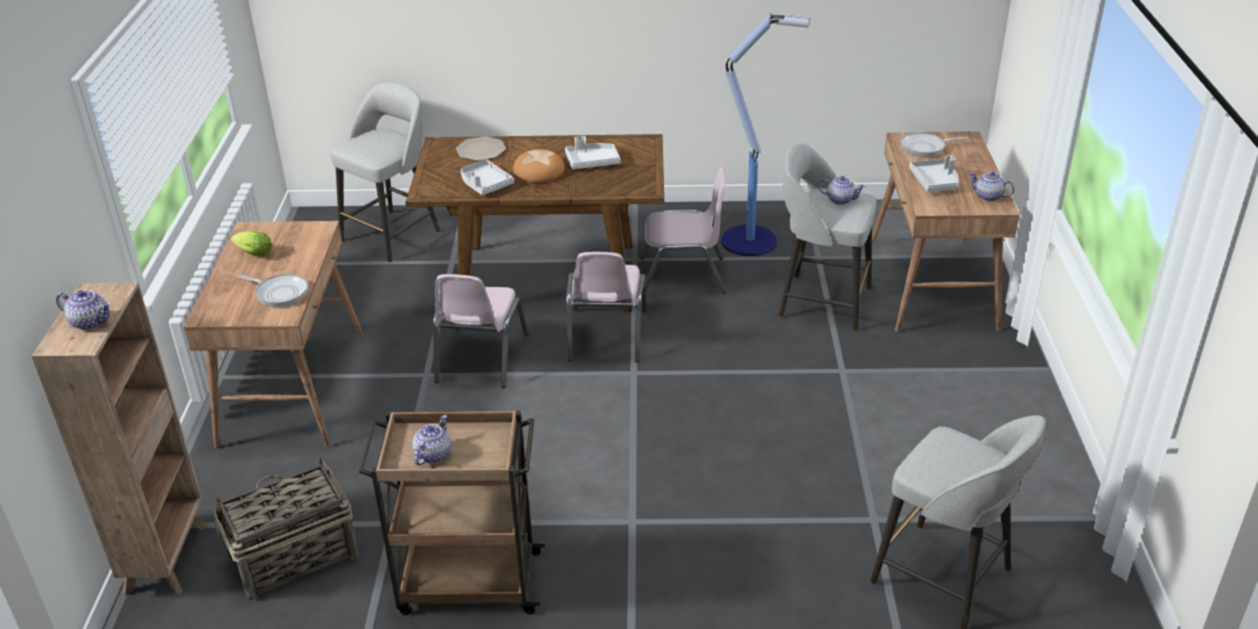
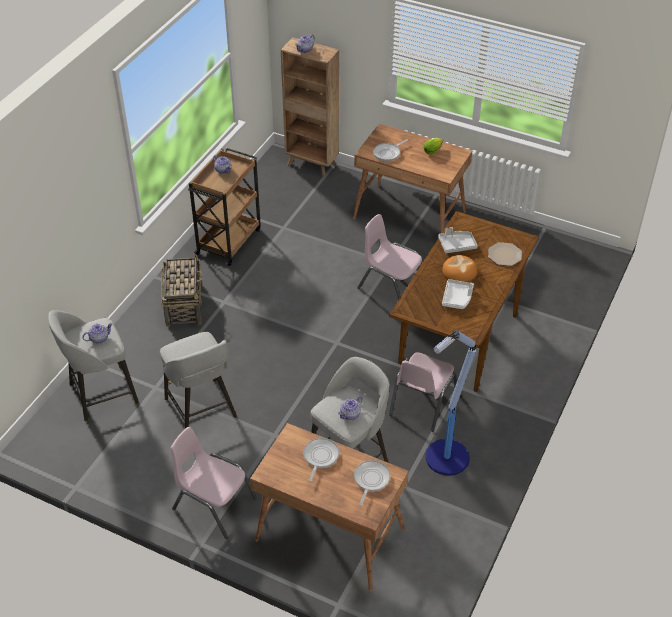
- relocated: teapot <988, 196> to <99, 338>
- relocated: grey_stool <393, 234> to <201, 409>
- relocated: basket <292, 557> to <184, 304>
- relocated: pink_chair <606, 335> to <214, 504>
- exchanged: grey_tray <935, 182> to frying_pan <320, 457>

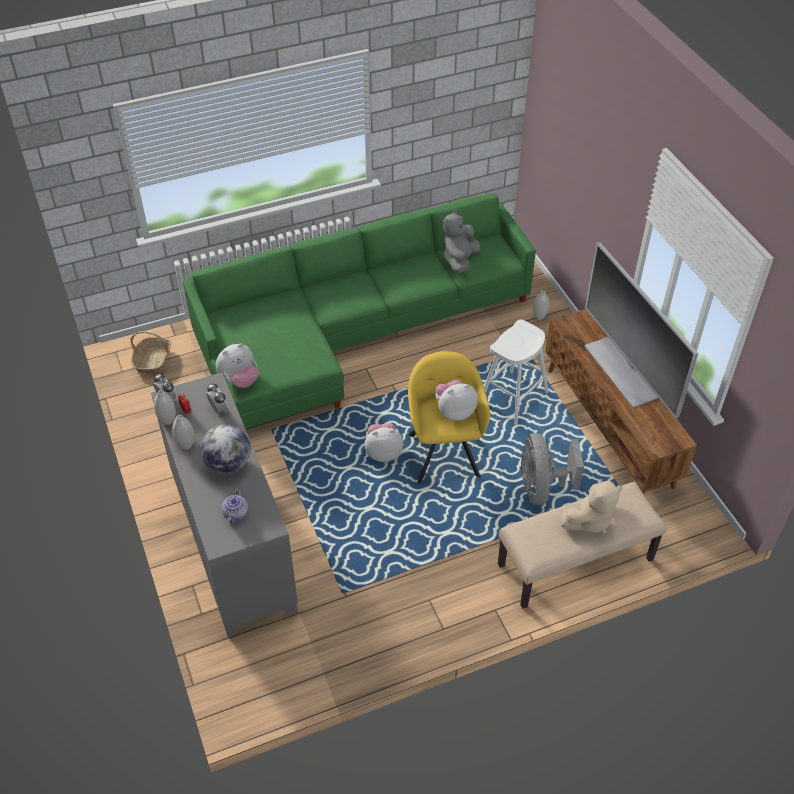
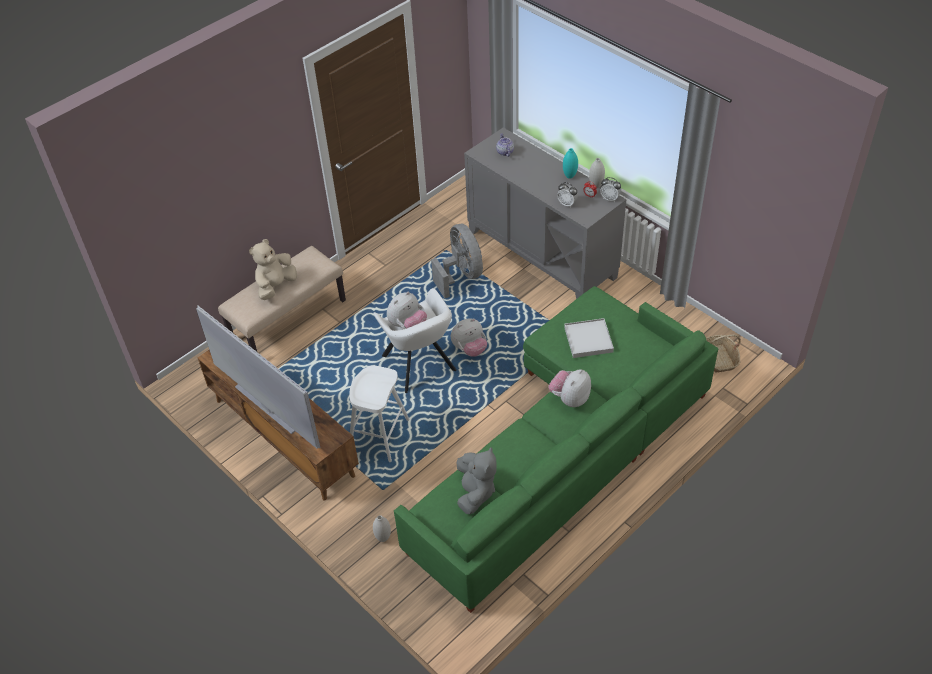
- colour: yellow_armchair <444, 451> to white_armchair <420, 366>
- relocated: grey_fan <542, 487> to <461, 275>
- relocated: plush_toy <240, 380> to <570, 398>
- colour: white_vase <186, 446> to turquoise_vase <569, 176>
- appeared: white_tray <588, 340>
- missing: globe <228, 464>

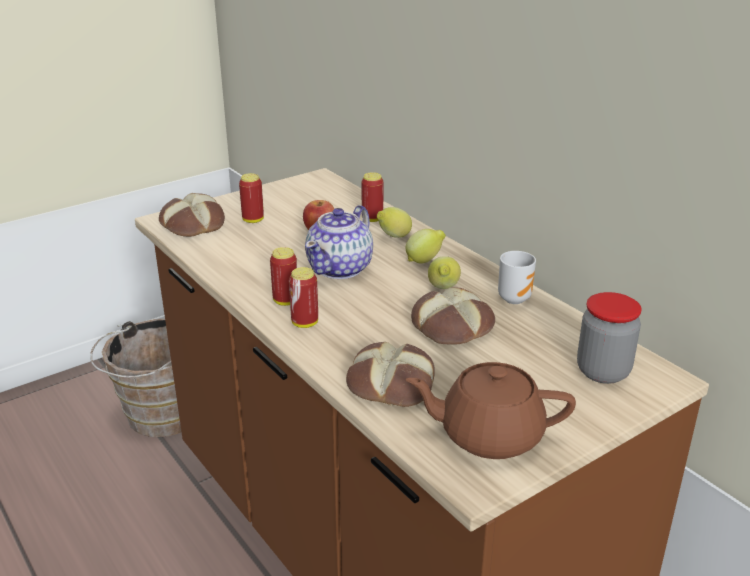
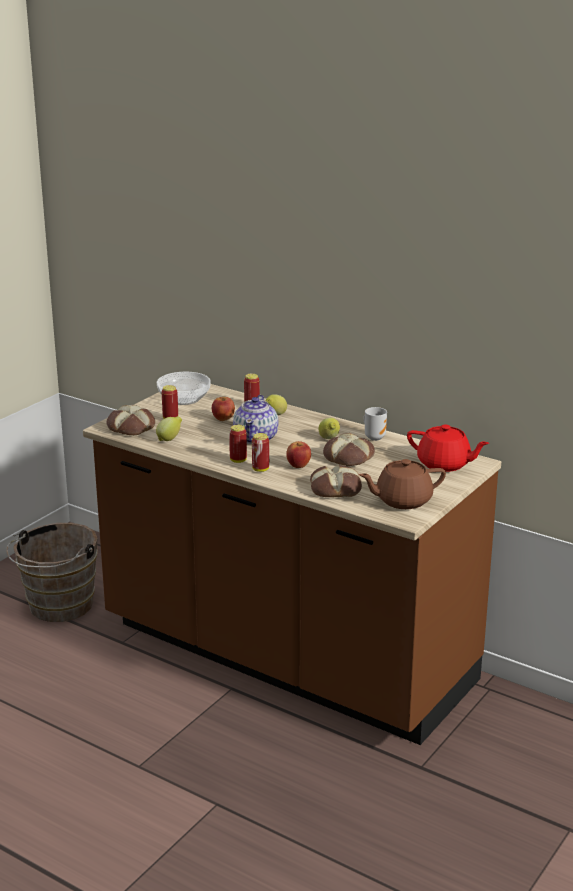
- relocated: lemon <424, 261> to <169, 439>
- appeared: bowl <183, 399>
- appeared: apple <298, 465>
- exchanged: jar <603, 371> to red_teapot <444, 464>

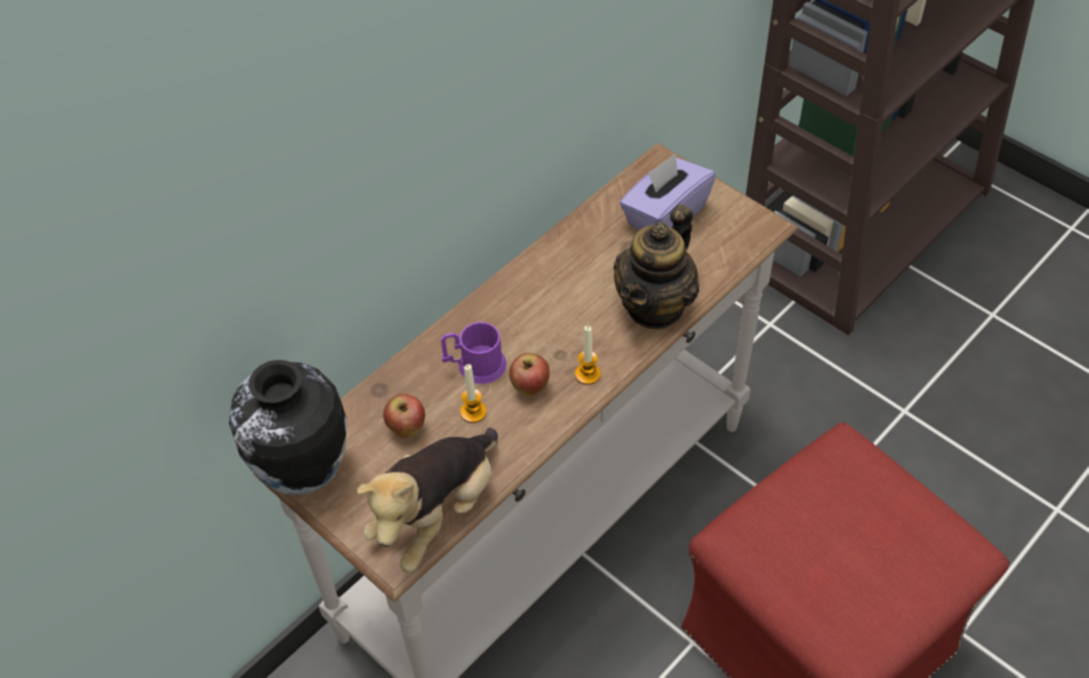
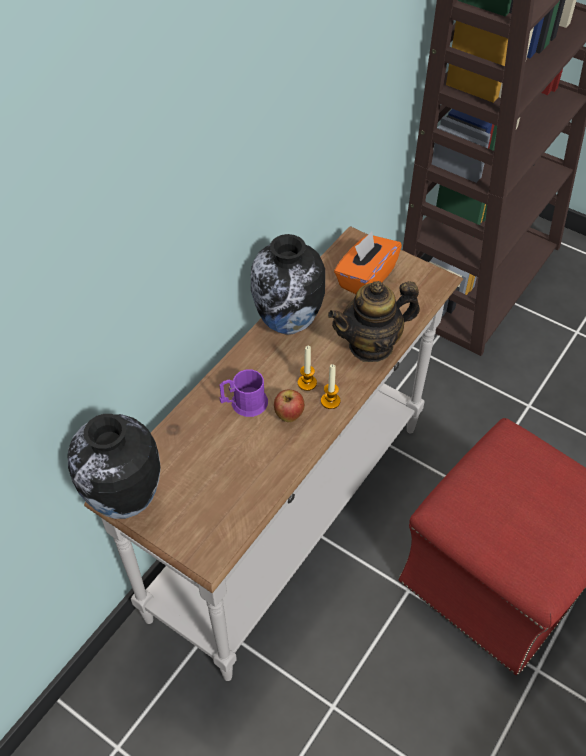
- appeared: vase <288, 324>
- relocated: candle <473, 412> to <307, 383>
- spun: teapot <655, 306> = <371, 345> 45 degrees clockwise
- colour: purple_tissue_box <665, 215> to orange_tissue_box <365, 278>
- missing: plush_toy <437, 513>
- missing: apple <407, 429>

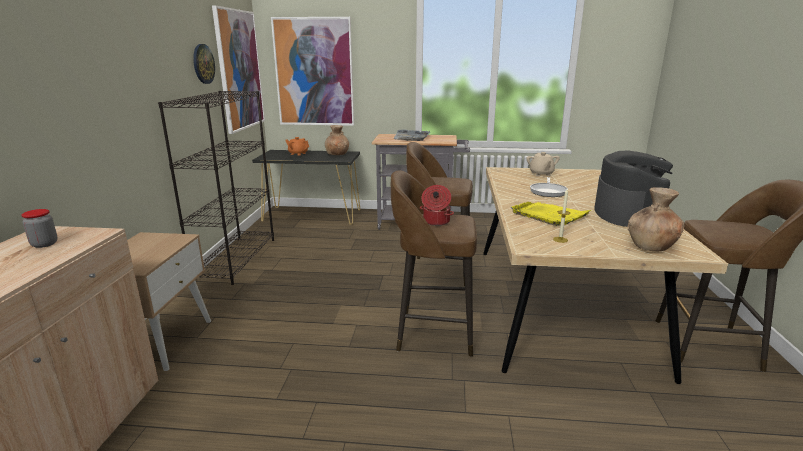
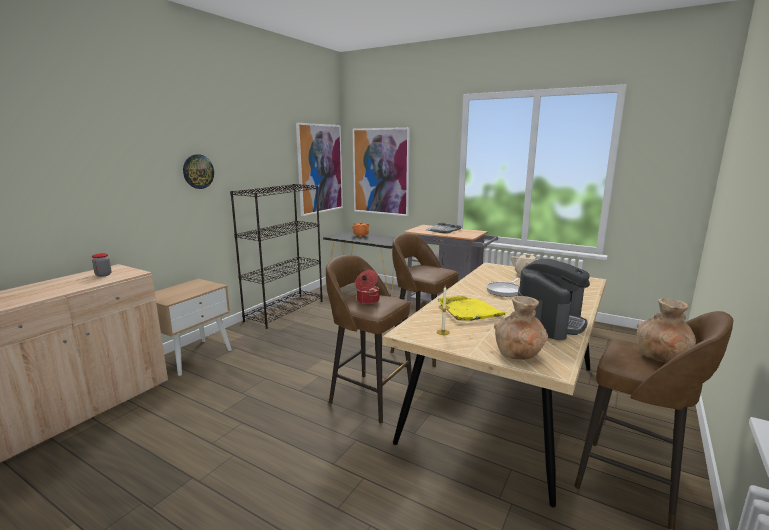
- relocated: wall_clock <203, 64> to <198, 171>
- relocated: brown_vase <337, 154> to <661, 357>

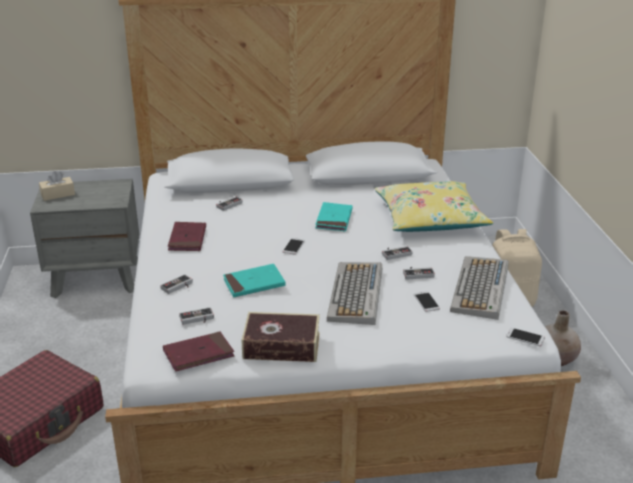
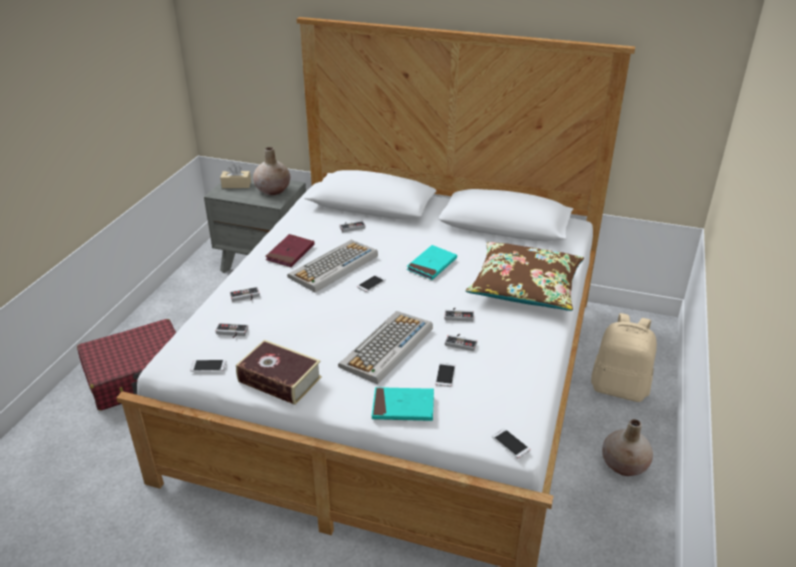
- exchanged: red_book <198, 354> to phone <208, 366>
- appeared: beige_vase <273, 190>
- relocated: keyboard <481, 289> to <333, 267>
- relocated: turquoise_book <254, 283> to <403, 407>
- colour: yellow_pillow <430, 219> to brown_pillow <525, 287>

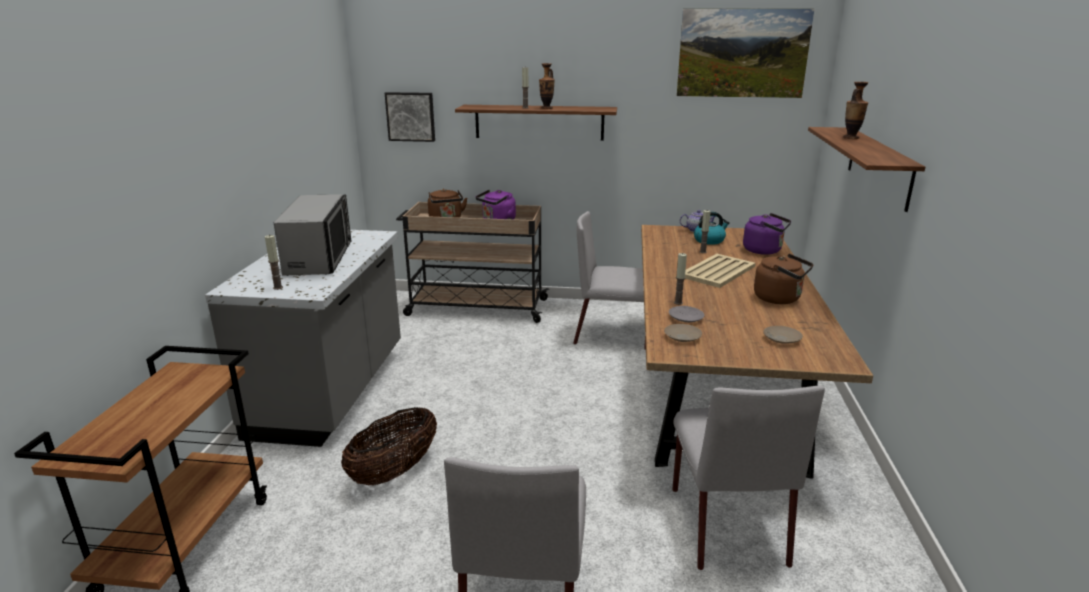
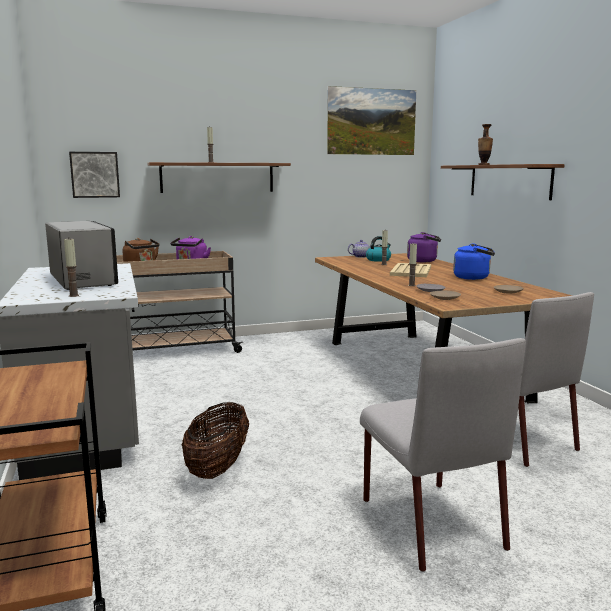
- colour: brown_kettle <780, 299> to blue_kettle <473, 277>
- missing: vase <546, 108>
- missing: grey_chair <614, 335>

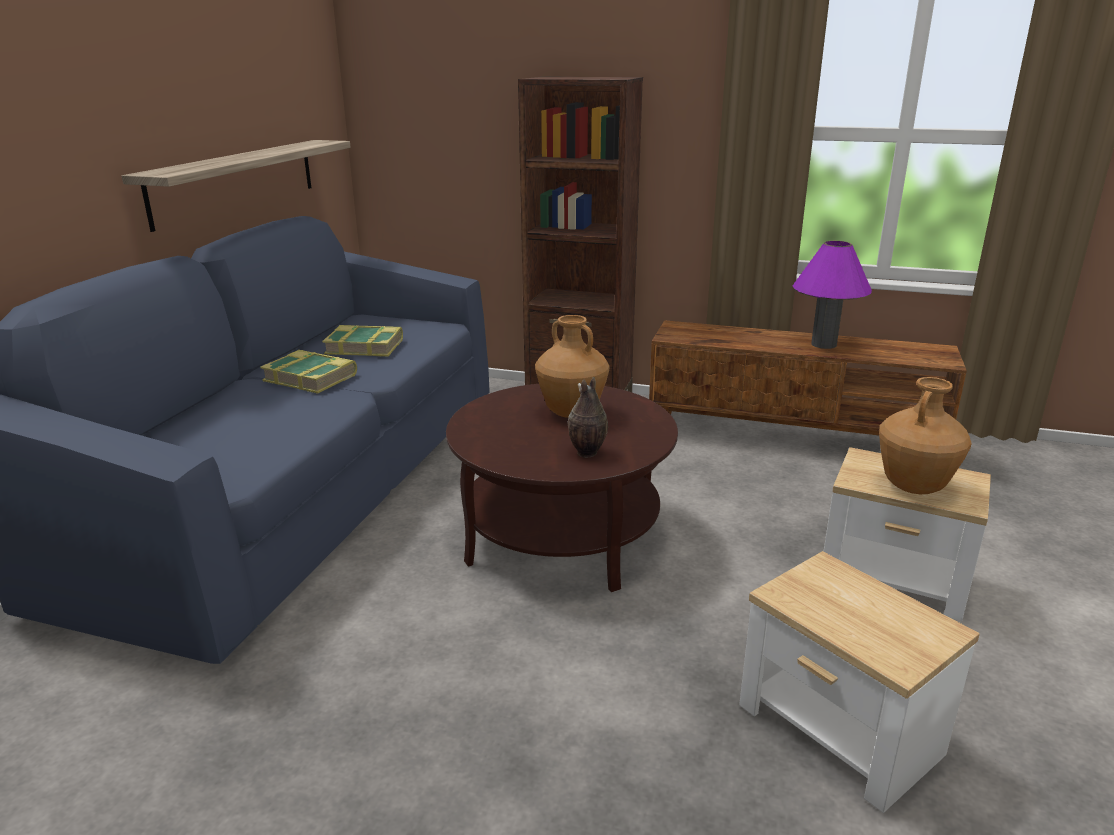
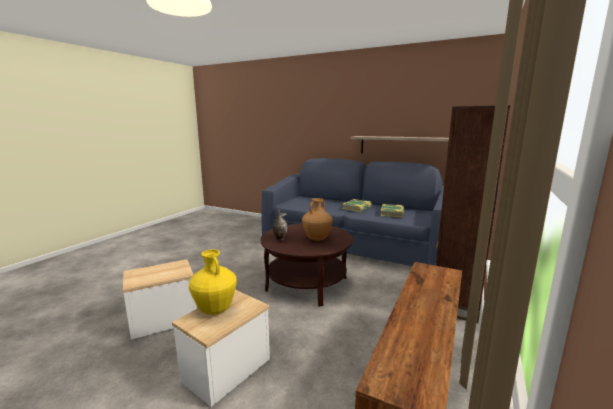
- colour: brown_vase <914, 487> to yellow_vase <215, 310>
- missing: purple_table_lamp <824, 344>

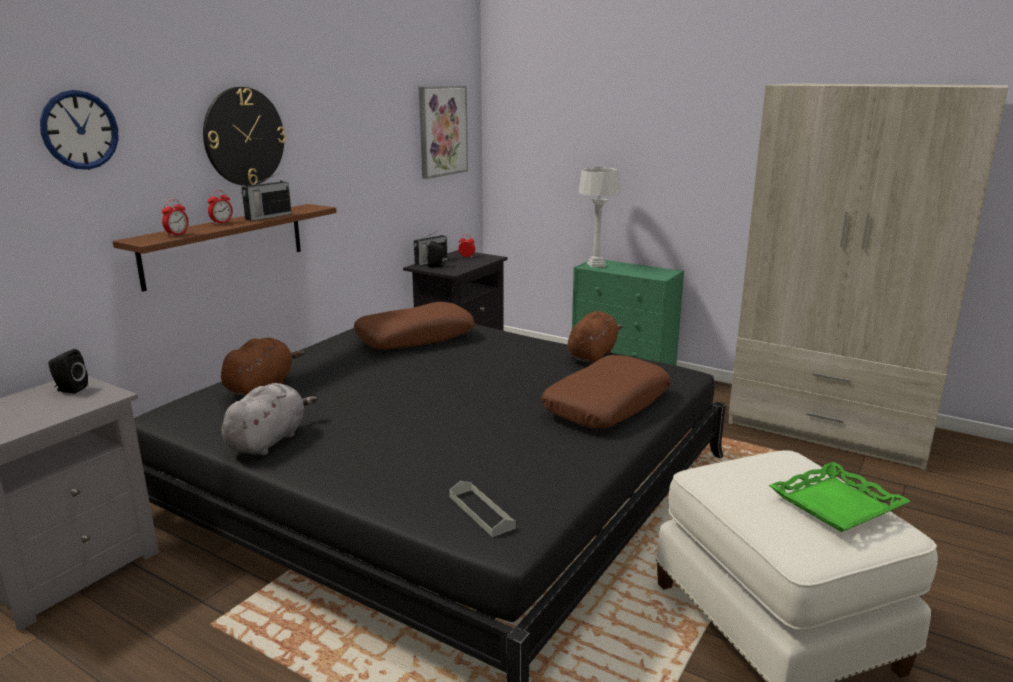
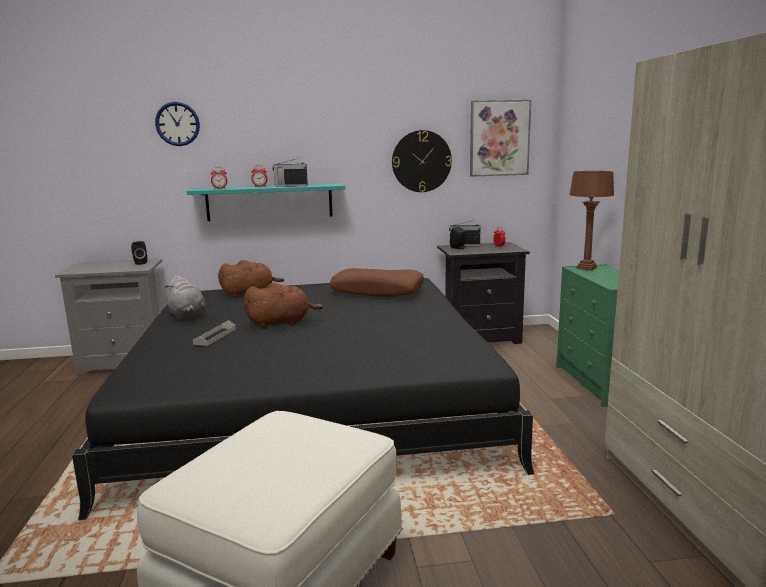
- spun: grey_plush_toy <268, 440> = <187, 315> 75 degrees clockwise
- colour: brown_shelf <225, 244> to turquoise_shelf <269, 202>
- relocated: grey_tray <481, 512> to <215, 336>
- relocated: brown_plush_toy <593, 355> to <281, 323>
- relocated: wall_clock <244, 137> to <421, 161>
- colour: grey_table_lamp <596, 265> to brown_table_lamp <586, 268>
- missing: brown_pillow <606, 404>
- missing: green_tray <835, 503>

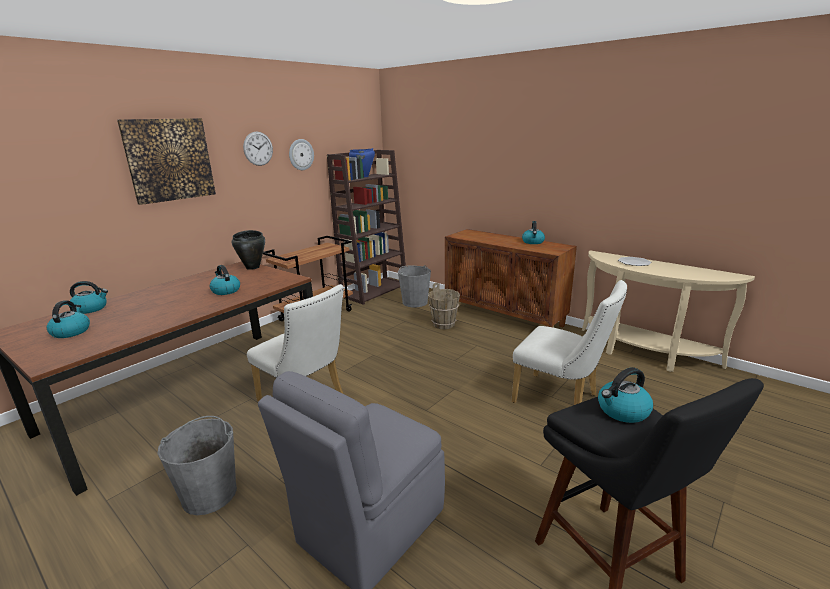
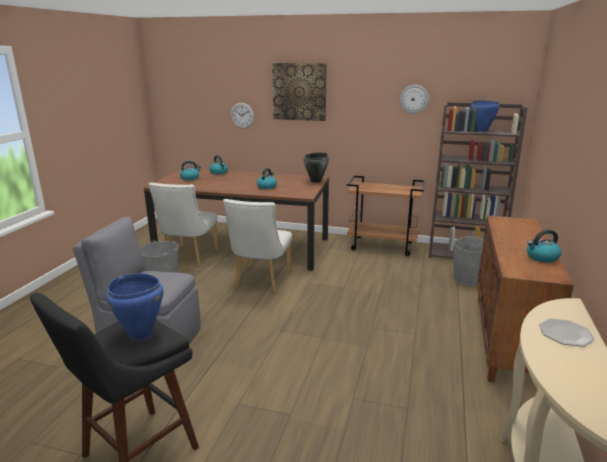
- exchanged: kettle <622, 411> to blue_cooking_pot <140, 334>
- relocated: white_chair <561, 400> to <189, 258>
- relocated: wall_clock <258, 148> to <242, 115>
- missing: brown_bucket <444, 324>

